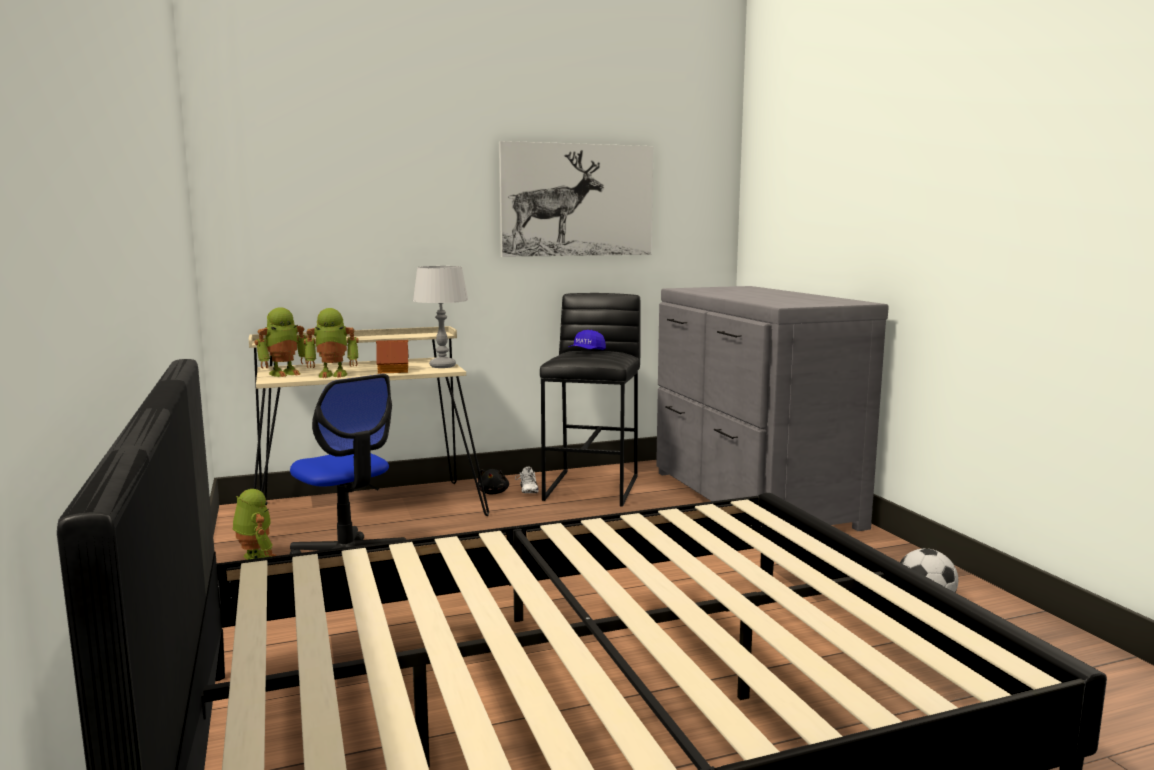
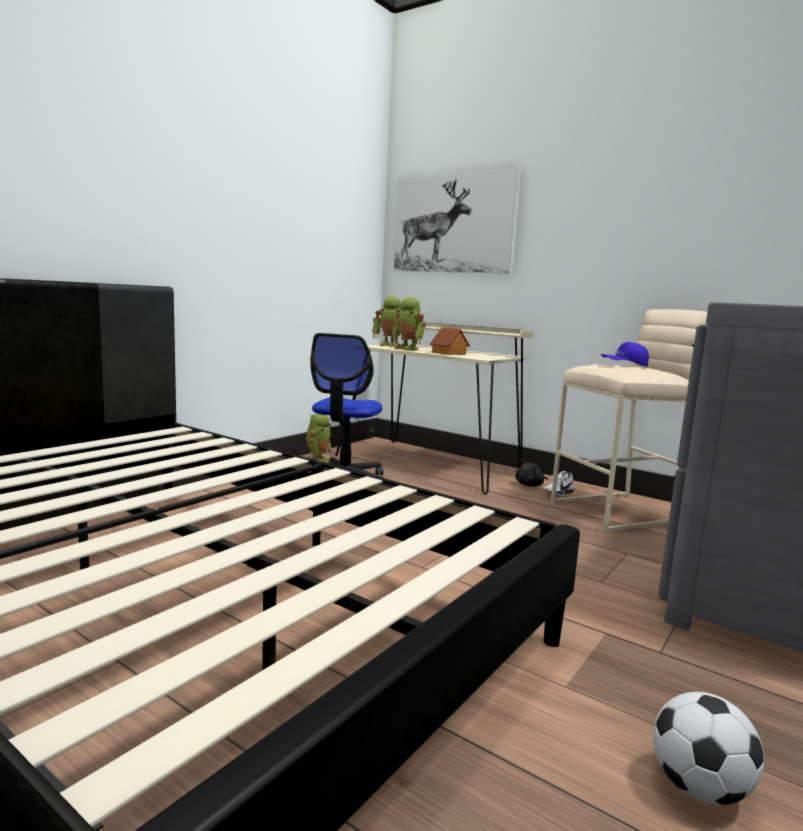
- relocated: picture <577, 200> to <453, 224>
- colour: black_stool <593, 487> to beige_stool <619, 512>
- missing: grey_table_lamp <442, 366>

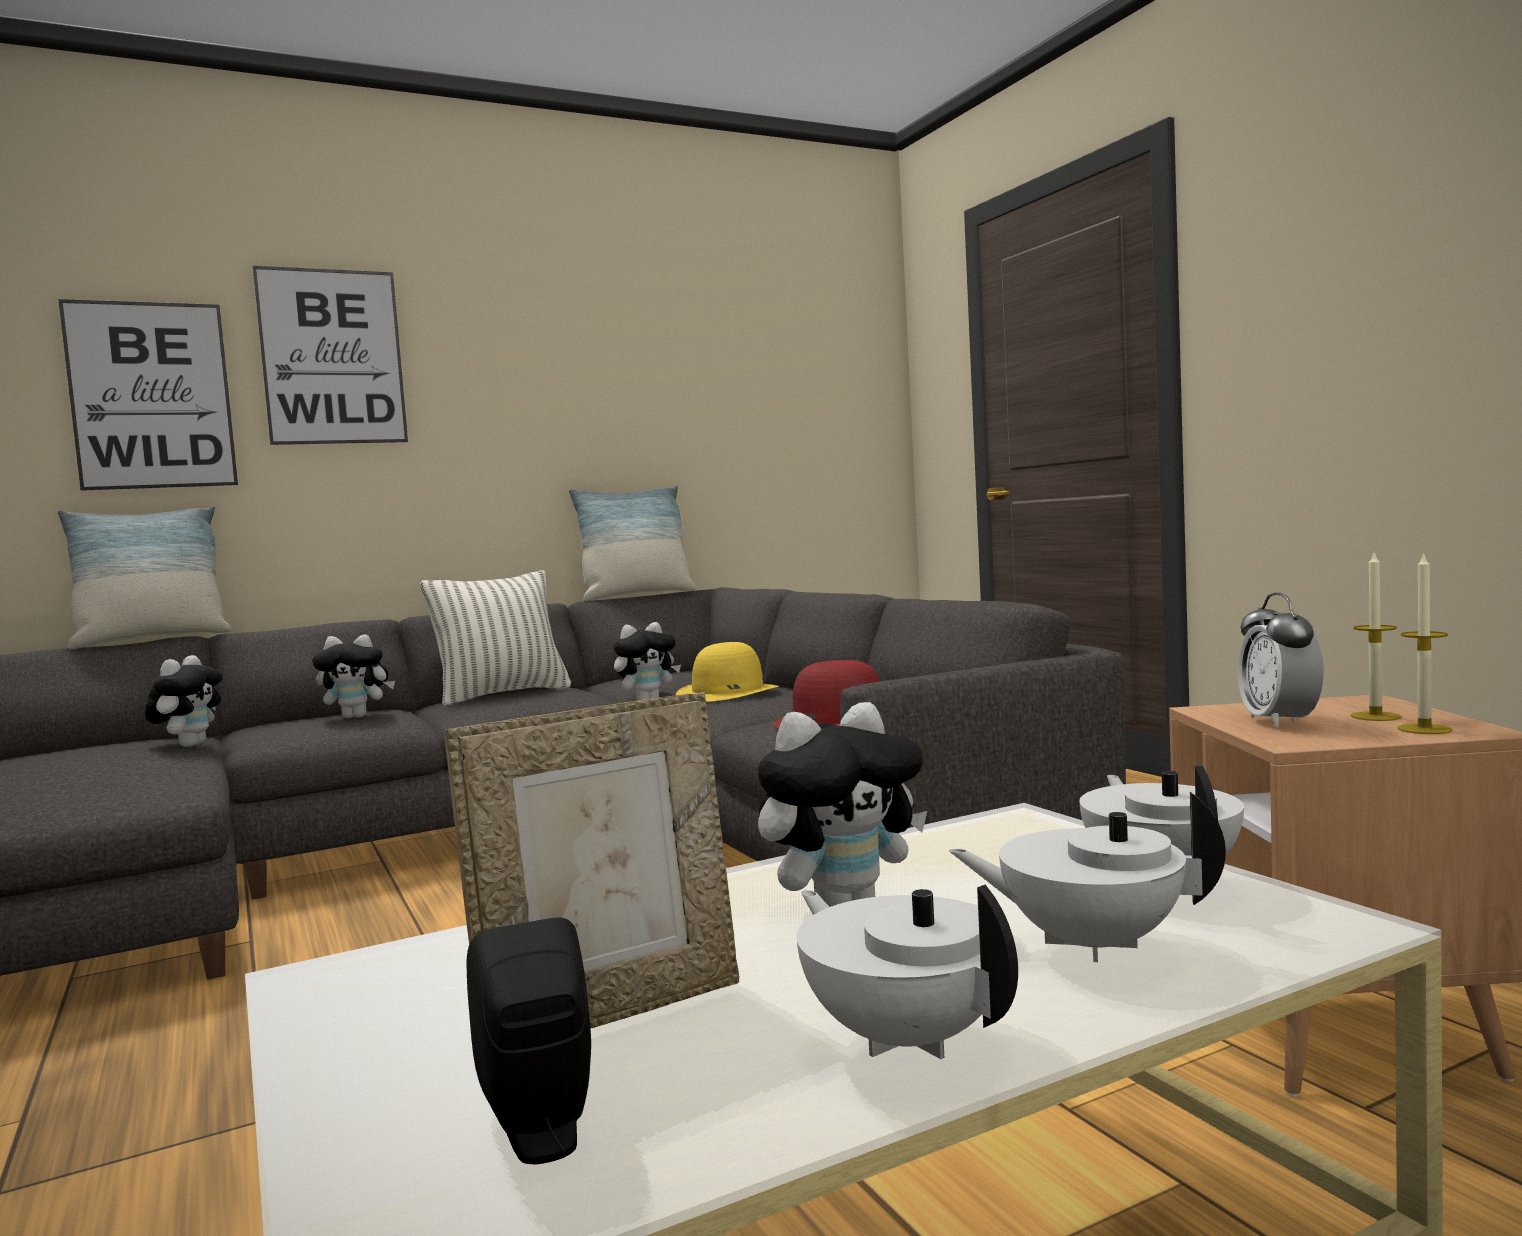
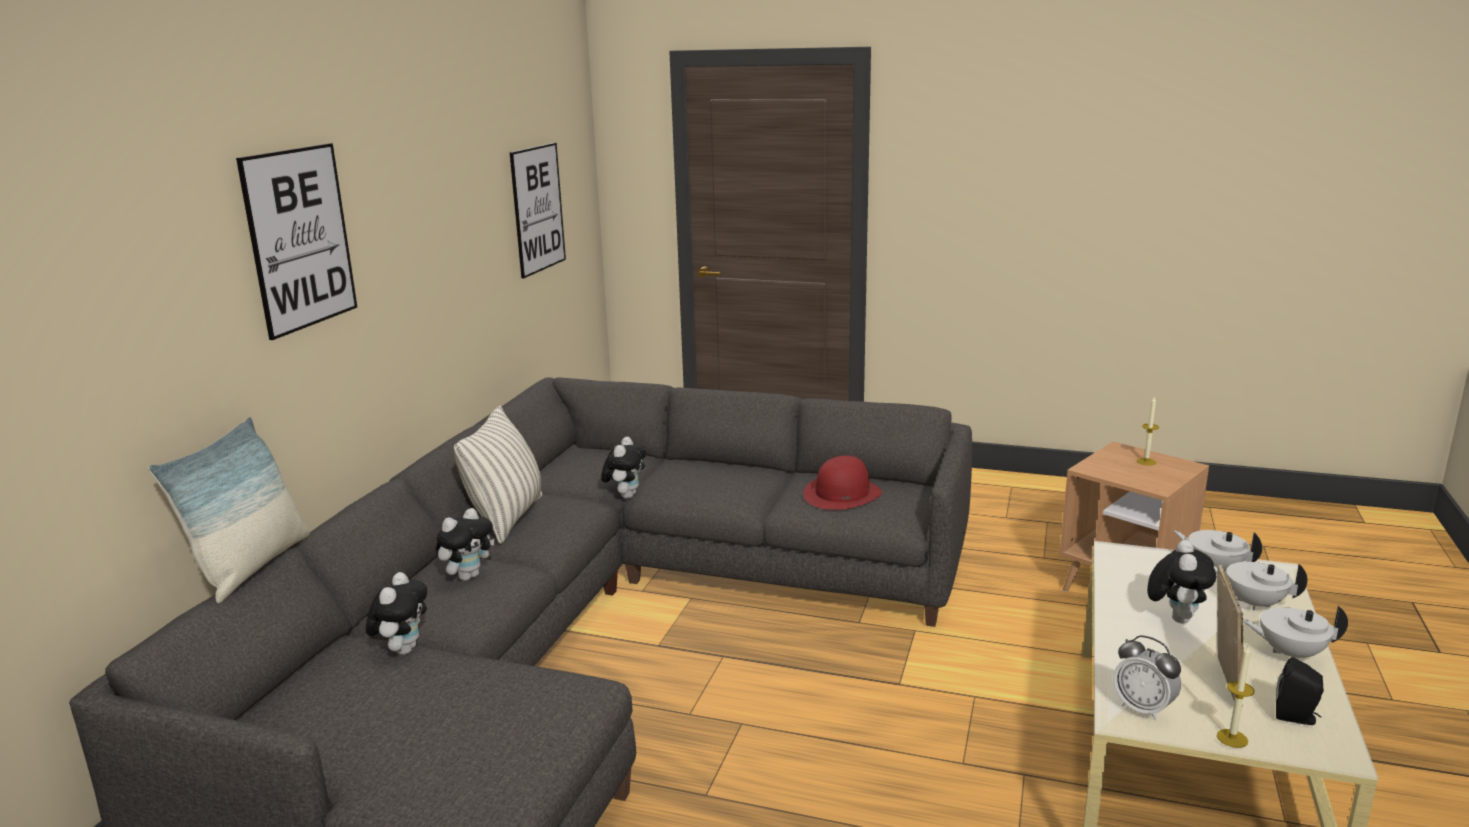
- spun: plush_toy <190, 745> = <403, 649> 45 degrees clockwise
- relocated: picture <151, 396> to <538, 209>
- relocated: alarm_clock <1279, 722> to <1143, 708>
- spun: white_teapot <1090, 944> = <1253, 603> 60 degrees clockwise
- relocated: candle <1424, 729> to <1232, 738>
- missing: pillow <636, 596>
- missing: yellow_hat <728, 692>

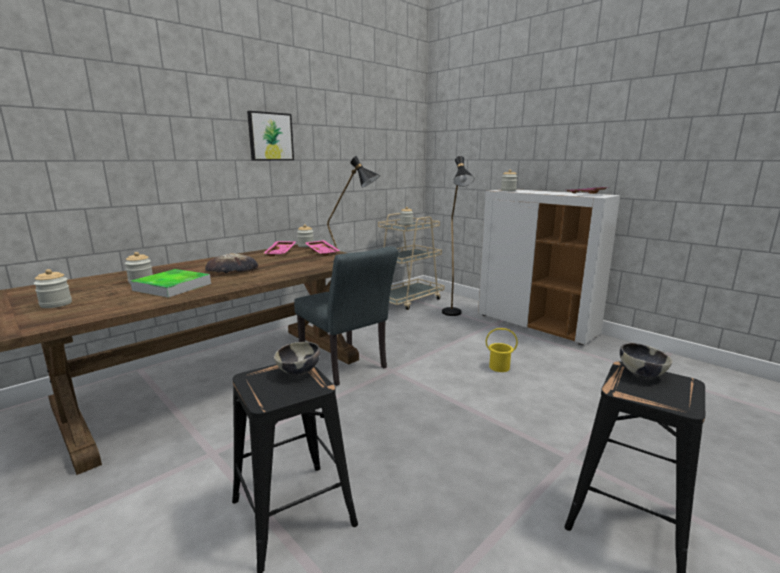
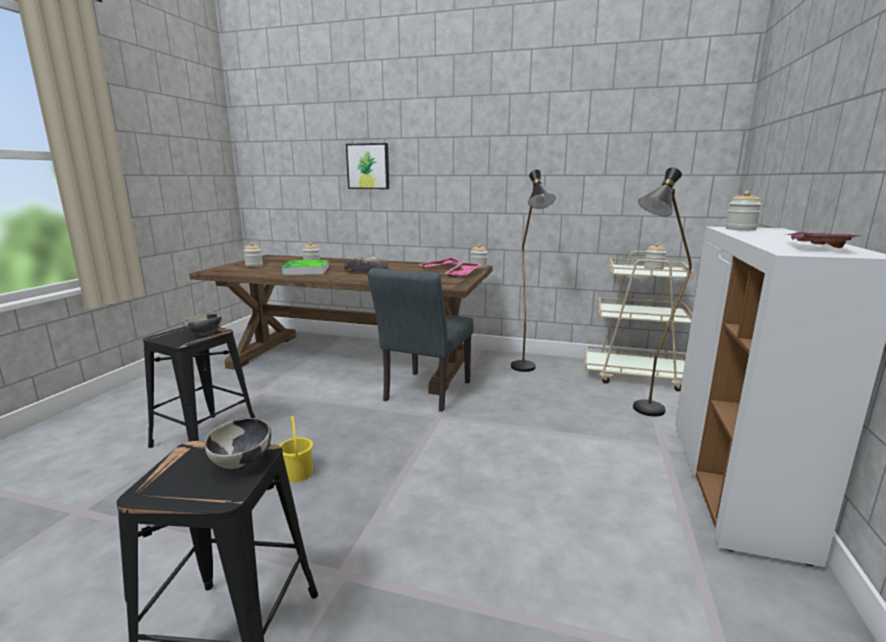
- relocated: yellow_bucket <499, 367> to <297, 473>
- relocated: picture <270, 136> to <368, 166>

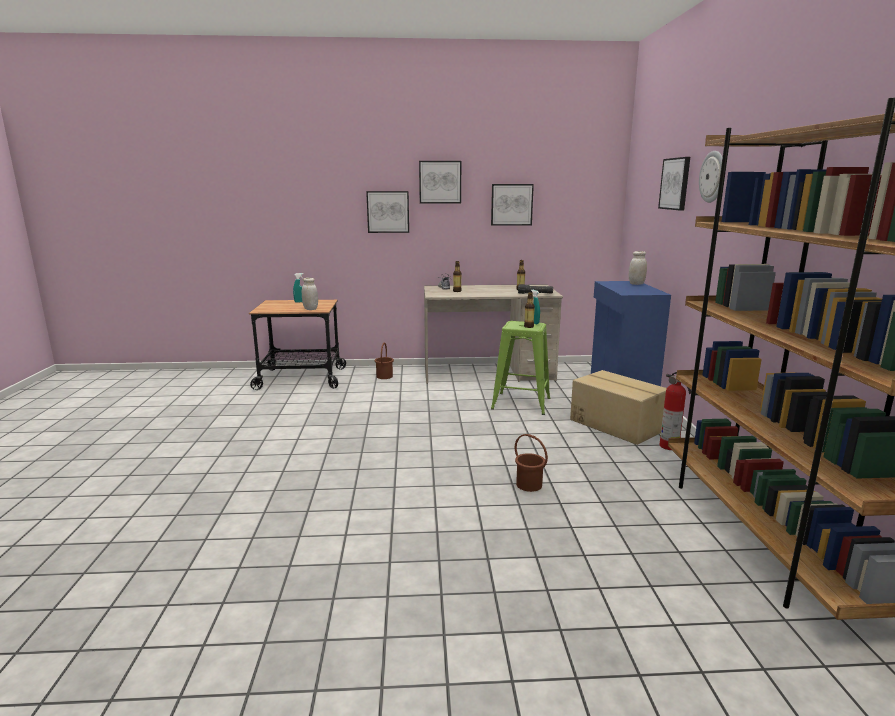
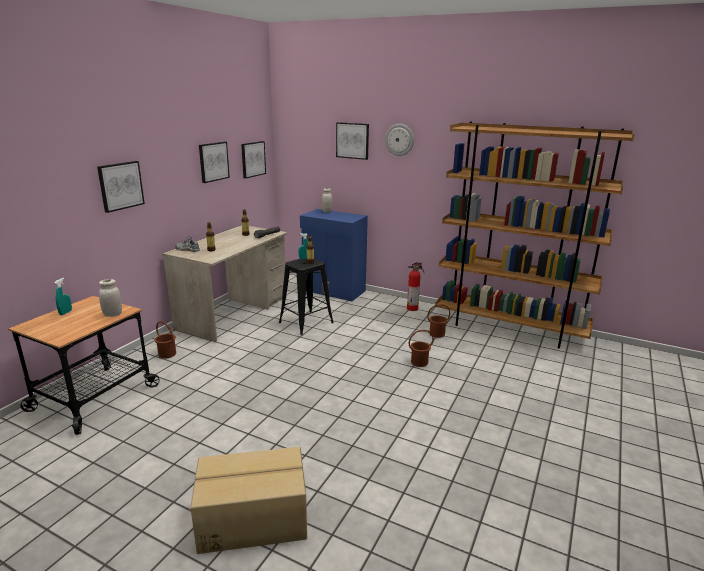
- relocated: cardboard_box <617, 424> to <252, 518>
- relocated: picture <440, 182> to <252, 159>
- colour: green_stool <521, 404> to black_stool <306, 322>
- appeared: brown_bucket <436, 334>

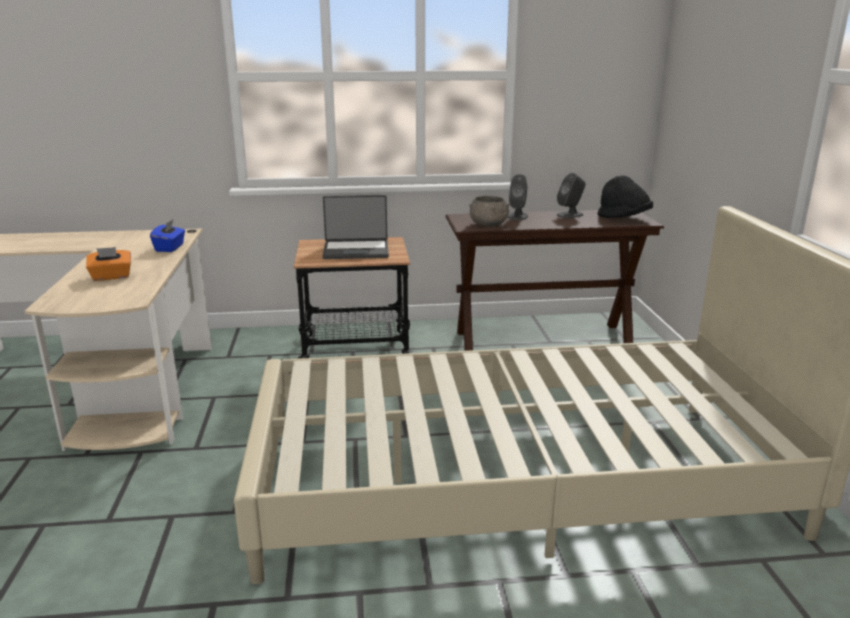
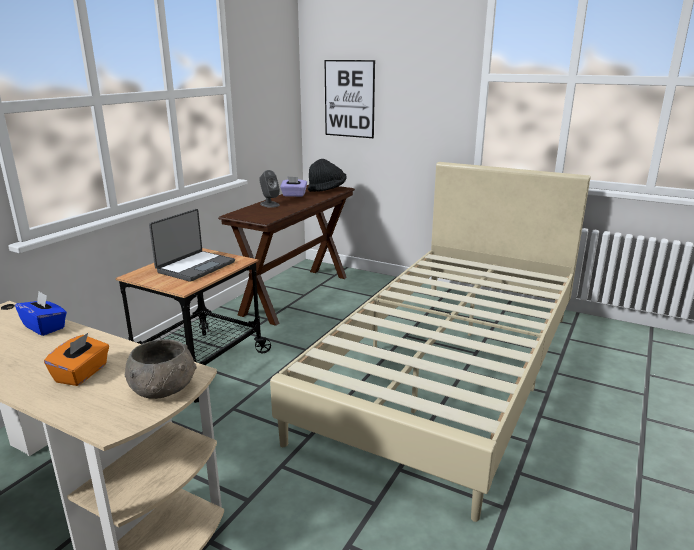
- relocated: grey_bowl <488, 225> to <164, 389>
- exchanged: grey_speaker <570, 215> to purple_tissue_box <294, 195>
- appeared: picture <349, 99>

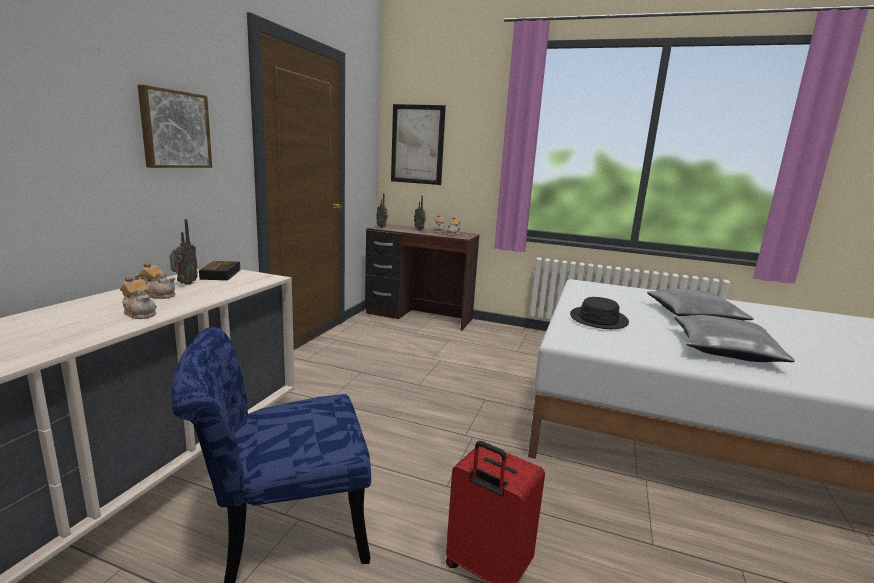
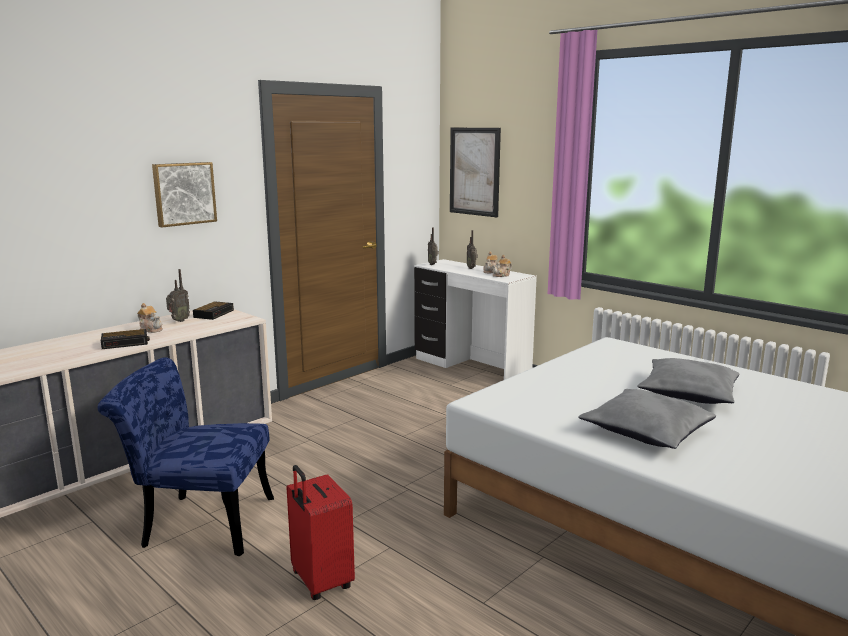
- exchanged: teapot <140, 313> to alarm_clock <126, 343>
- colour: brown_desk <418, 317> to white_desk <470, 367>
- missing: black_hat <598, 319>

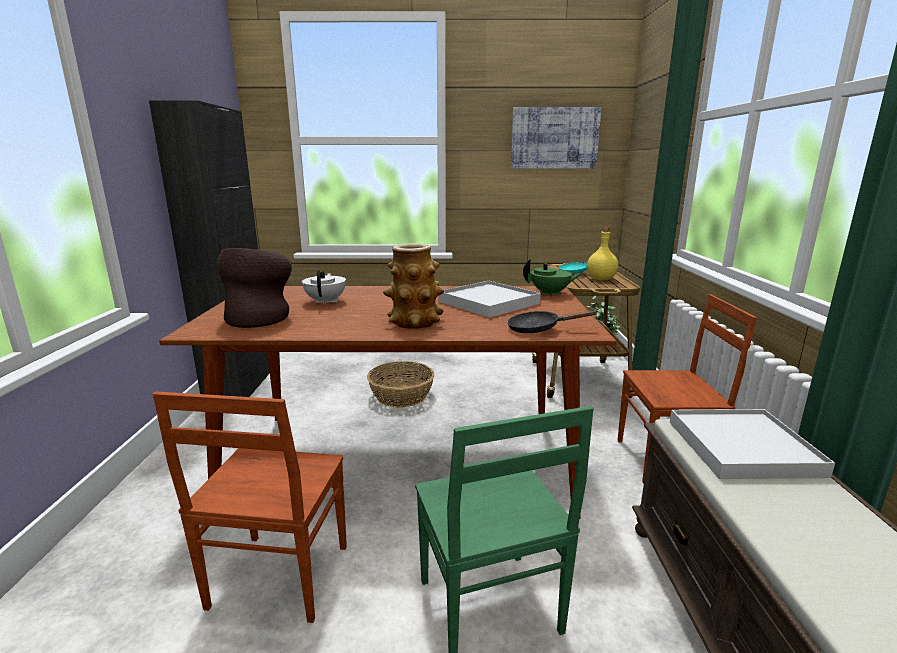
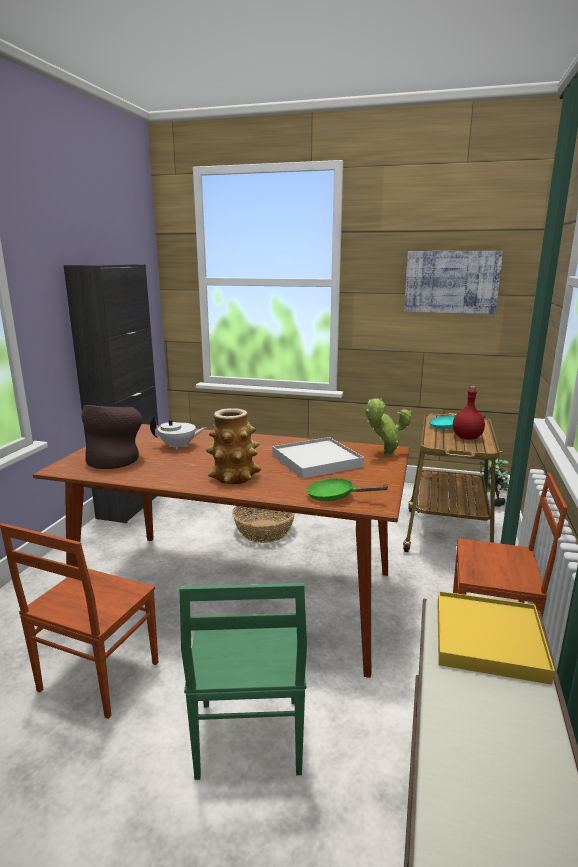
- spun: white_teapot <326, 301> = <178, 446> 75 degrees clockwise
- colour: black_frying_pan <538, 329> to green_frying_pan <335, 497>
- exchanged: green_teapot <550, 293> to potted_plant <385, 455>
- colour: white_tray <742, 448> to yellow_tray <488, 639>
- colour: yellow_bottle <601, 279> to red_bottle <467, 438>

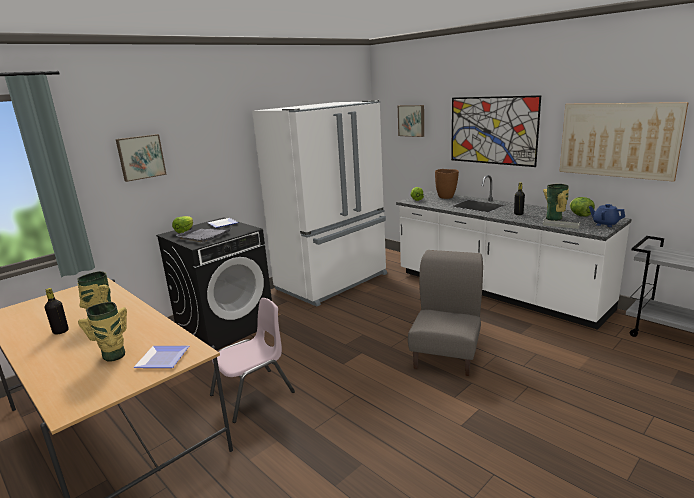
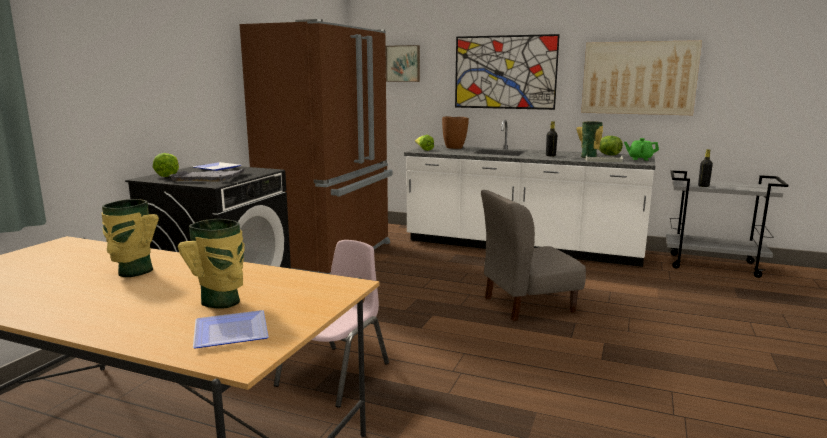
- relocated: plate <165, 358> to <233, 331>
- colour: white_fridge <333, 282> to brown_fridge <331, 255>
- spun: grey_chair <446, 355> = <527, 304> 105 degrees counterclockwise
- colour: blue_teapot <605, 224> to green_teapot <639, 159>
- relocated: black_bottle <61, 331> to <703, 186>
- missing: picture <141, 157>

